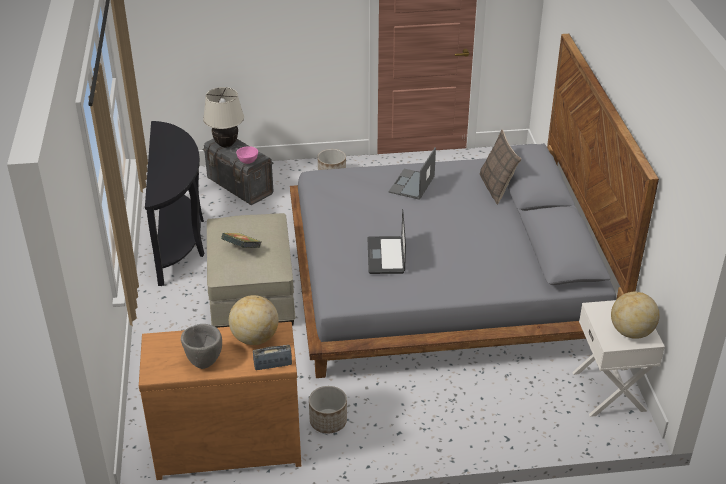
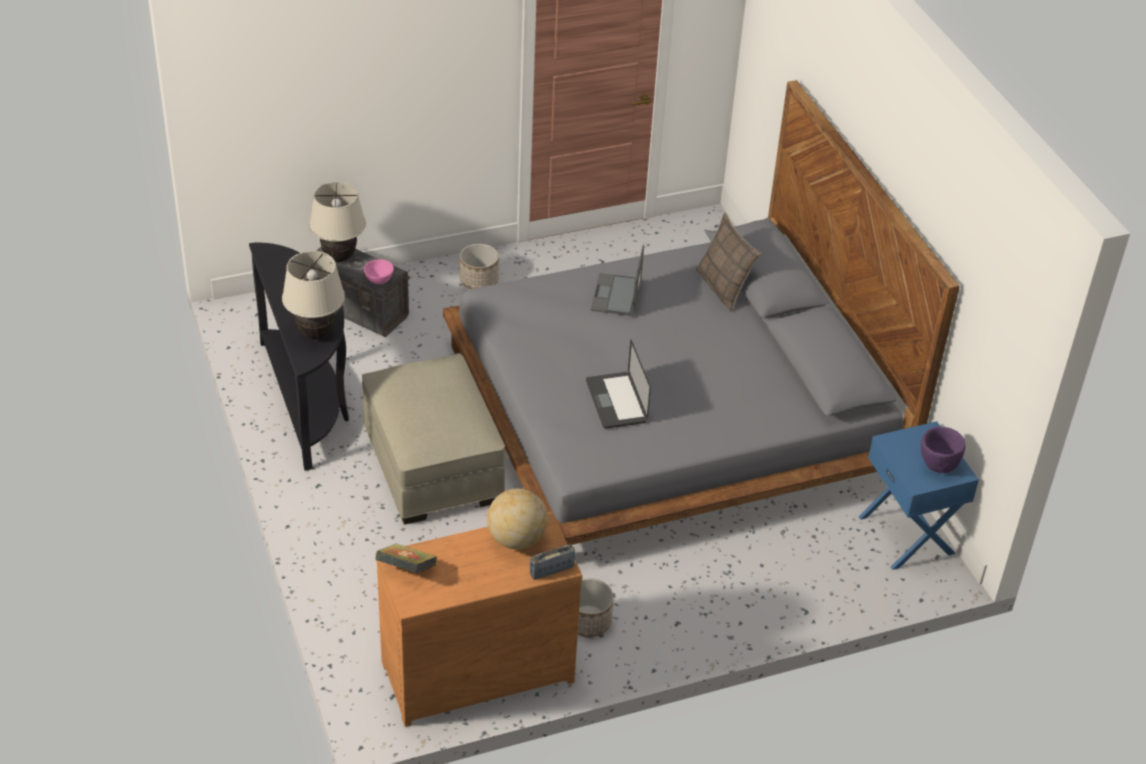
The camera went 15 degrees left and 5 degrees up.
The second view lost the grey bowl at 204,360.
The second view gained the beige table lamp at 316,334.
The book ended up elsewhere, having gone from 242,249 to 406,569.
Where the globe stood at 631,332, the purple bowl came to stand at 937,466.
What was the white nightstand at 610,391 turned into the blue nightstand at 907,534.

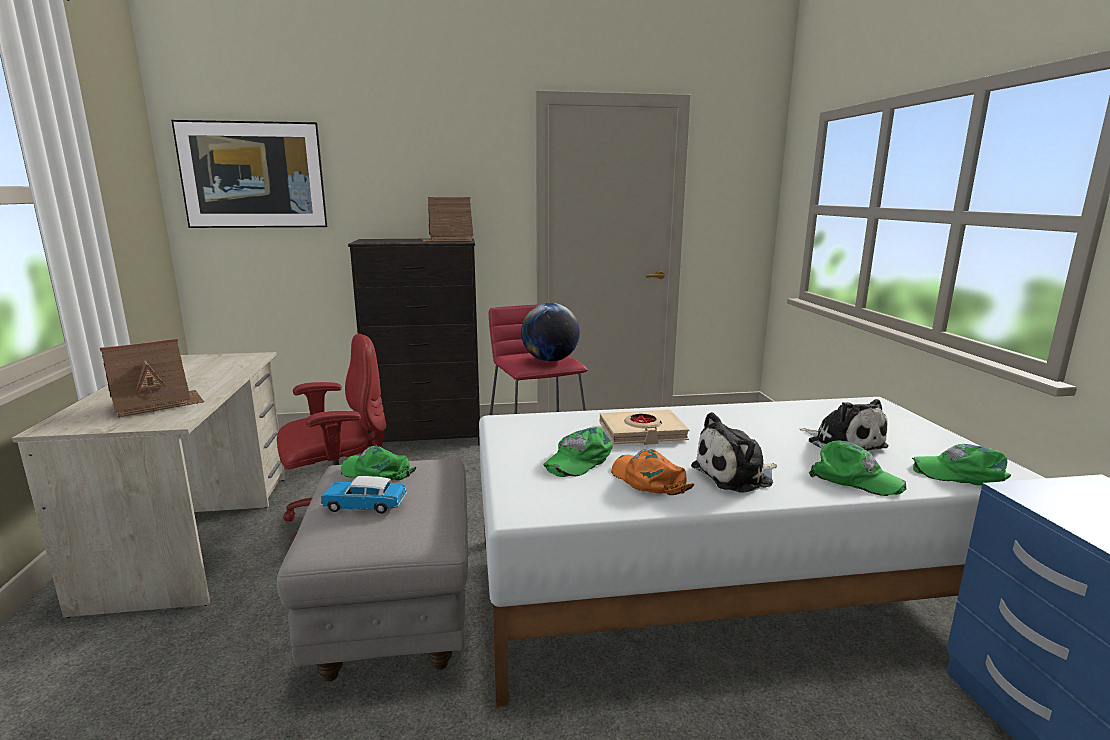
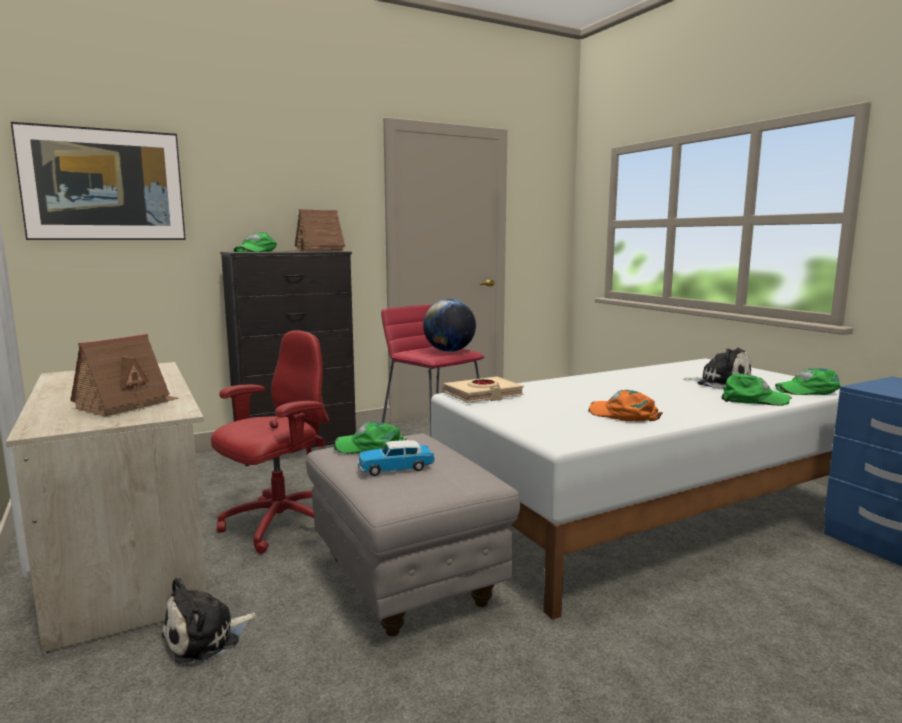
The camera went 20 degrees left and 5 degrees down.
The green cap ended up elsewhere, having gone from 577,460 to 255,251.
The beige book ended up elsewhere, having gone from 642,433 to 483,395.
The plush toy ended up elsewhere, having gone from 736,475 to 206,638.

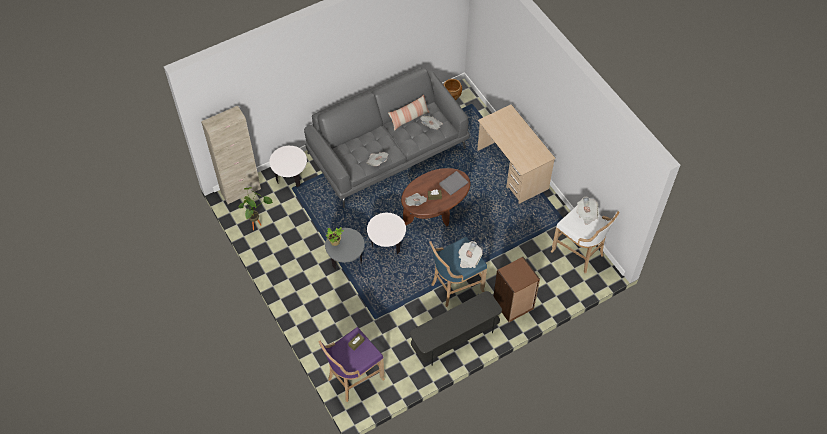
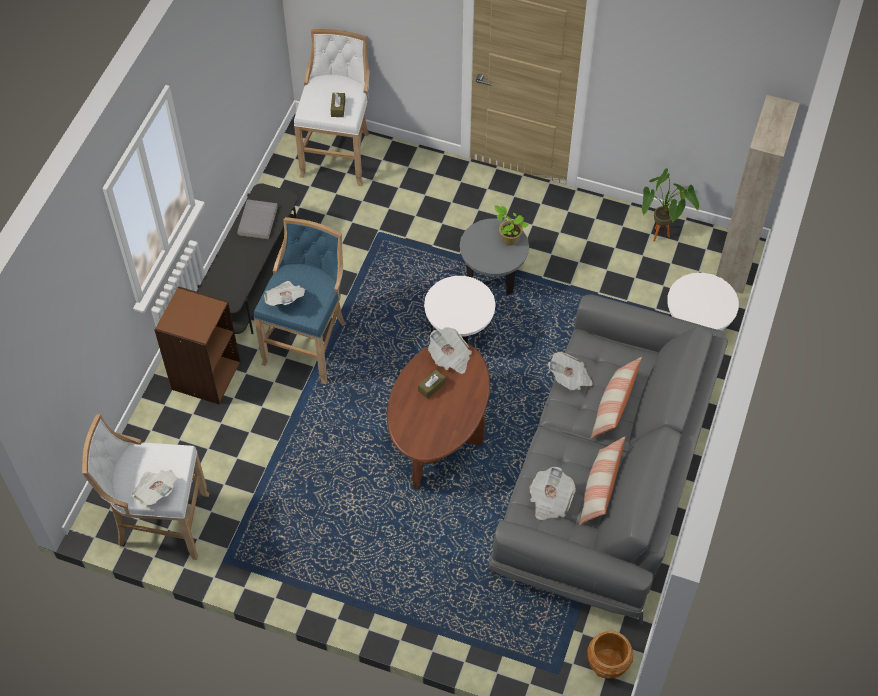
The camera went 140 degrees right and 0 degrees up.
The second view lost the beige desk at 512,169.
The second view gained the pillow at 613,407.
The grey book ended up elsewhere, having gone from 453,183 to 258,220.
What was the purple stool at 353,378 turned into the white stool at 339,153.

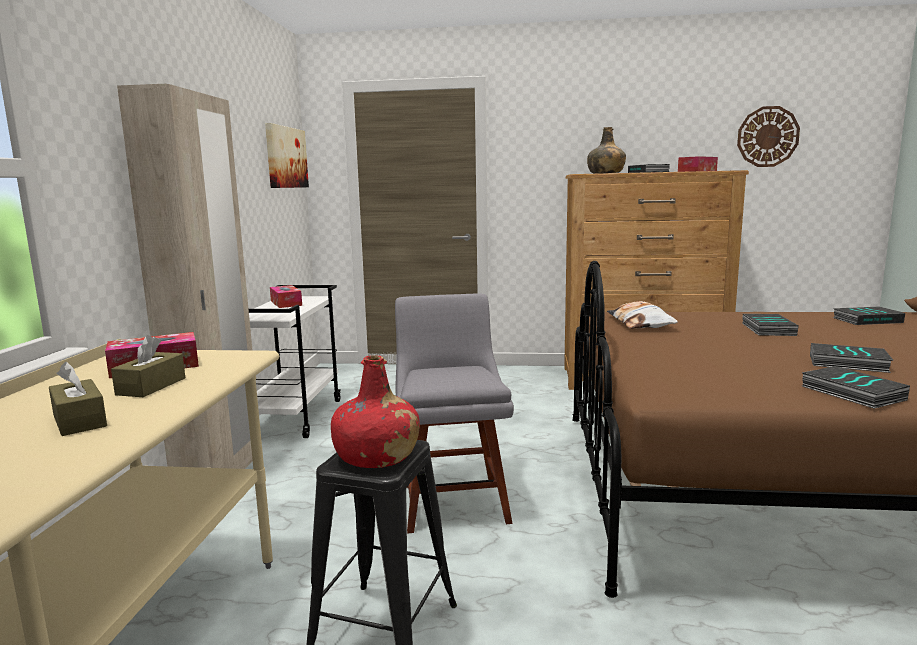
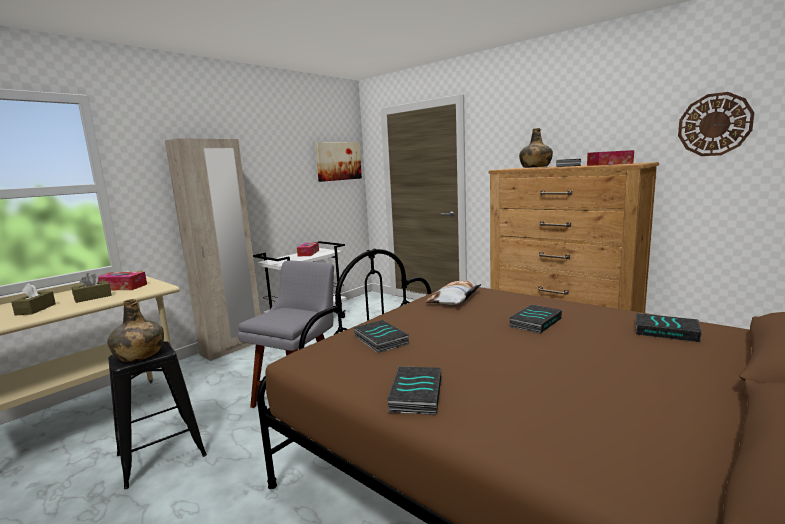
The camera went 35 degrees right and 0 degrees up.
The book ended up elsewhere, having gone from 847,363 to 379,340.
What was the red bottle at 376,456 turned into the green bottle at 139,355.

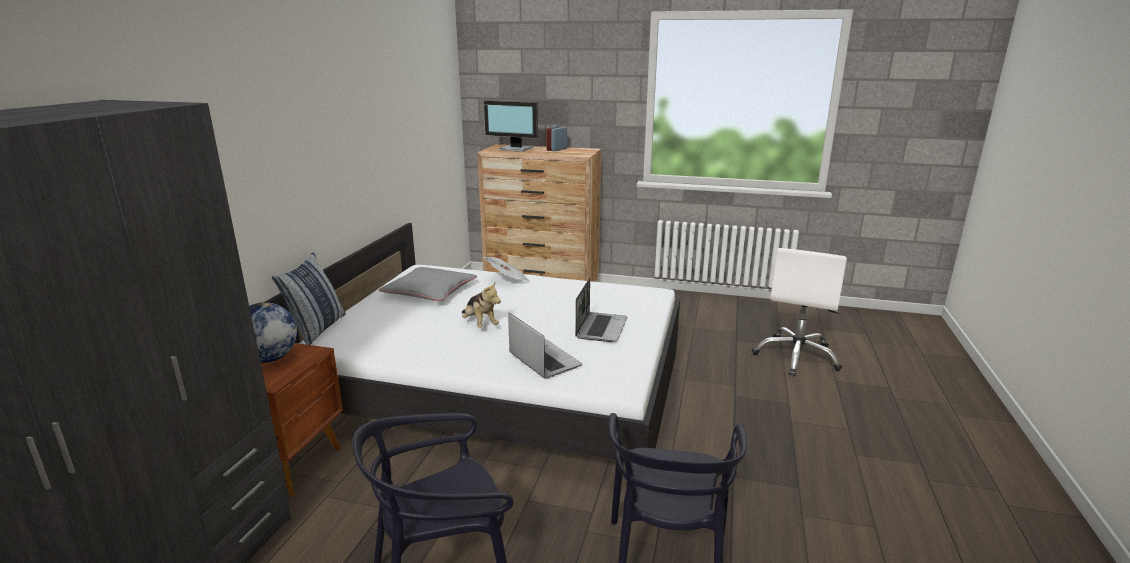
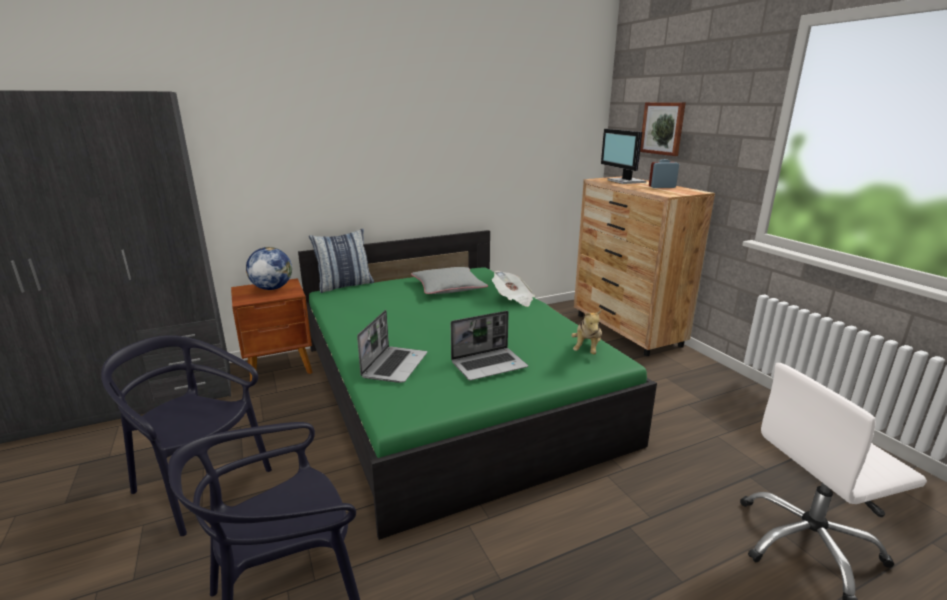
The camera went 50 degrees right and 0 degrees up.
The second view gained the picture at 663,128.
The plush toy ended up elsewhere, having gone from 480,324 to 587,349.
What was the white bed at 503,388 turned into the green bed at 451,391.

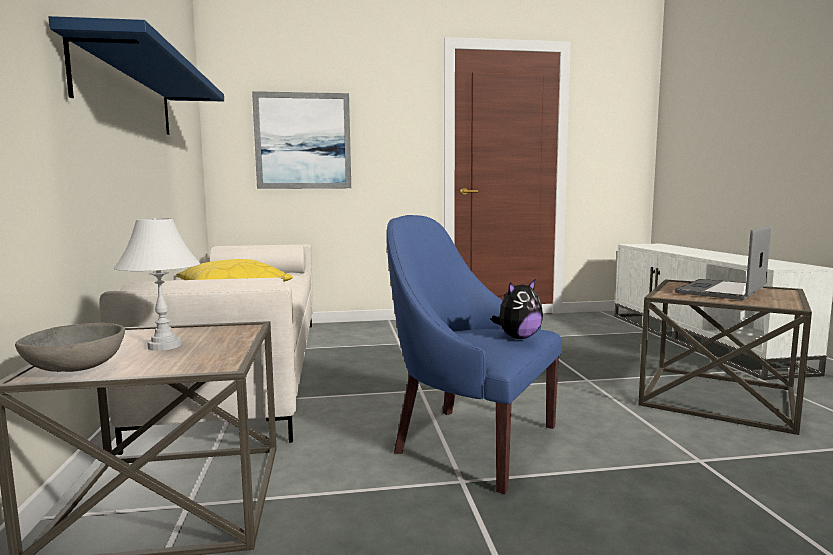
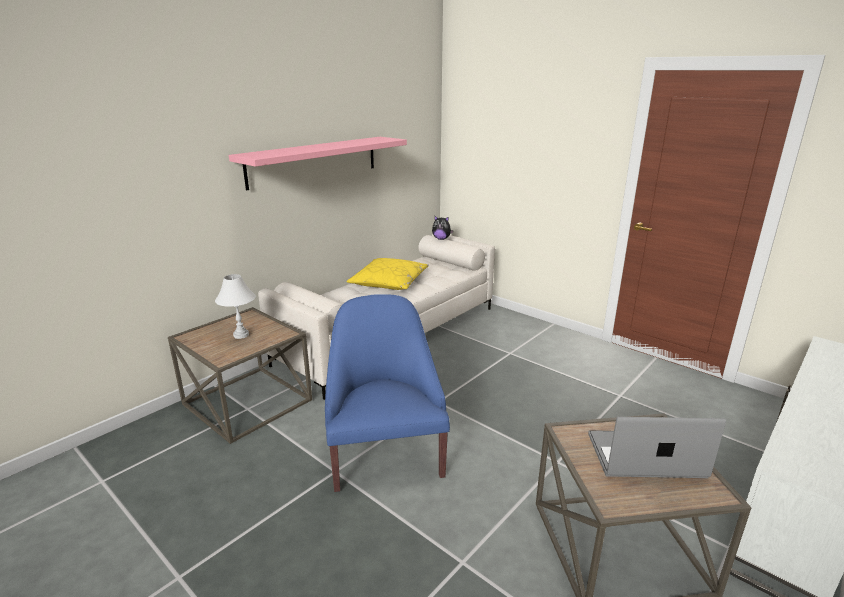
The camera went 50 degrees right and 15 degrees up.
The second view lost the grey bowl at 74,369.
The second view lost the picture at 303,141.
The plush toy ended up elsewhere, having gone from 518,337 to 441,239.
What was the blue shelf at 127,92 turned into the pink shelf at 314,161.

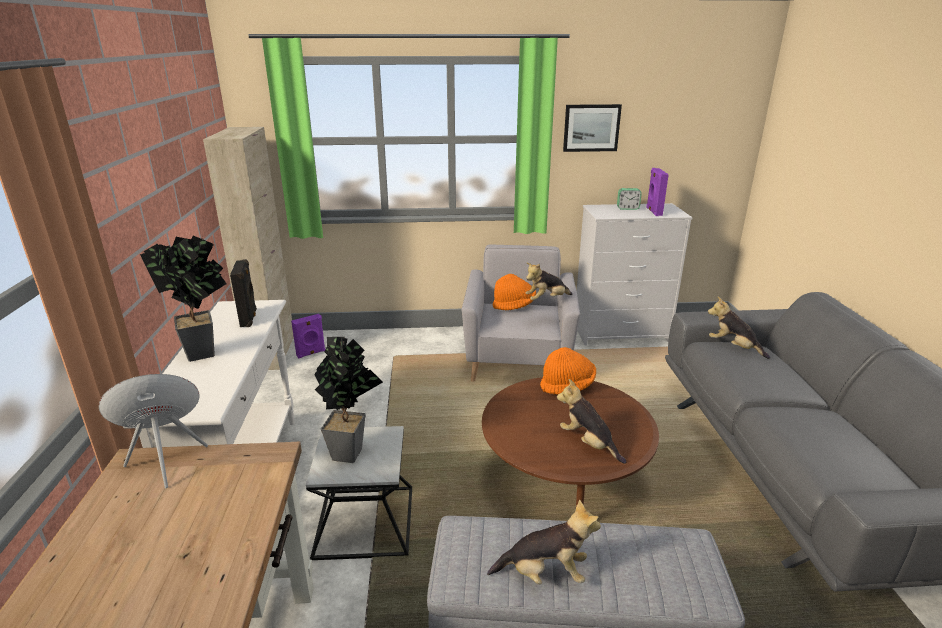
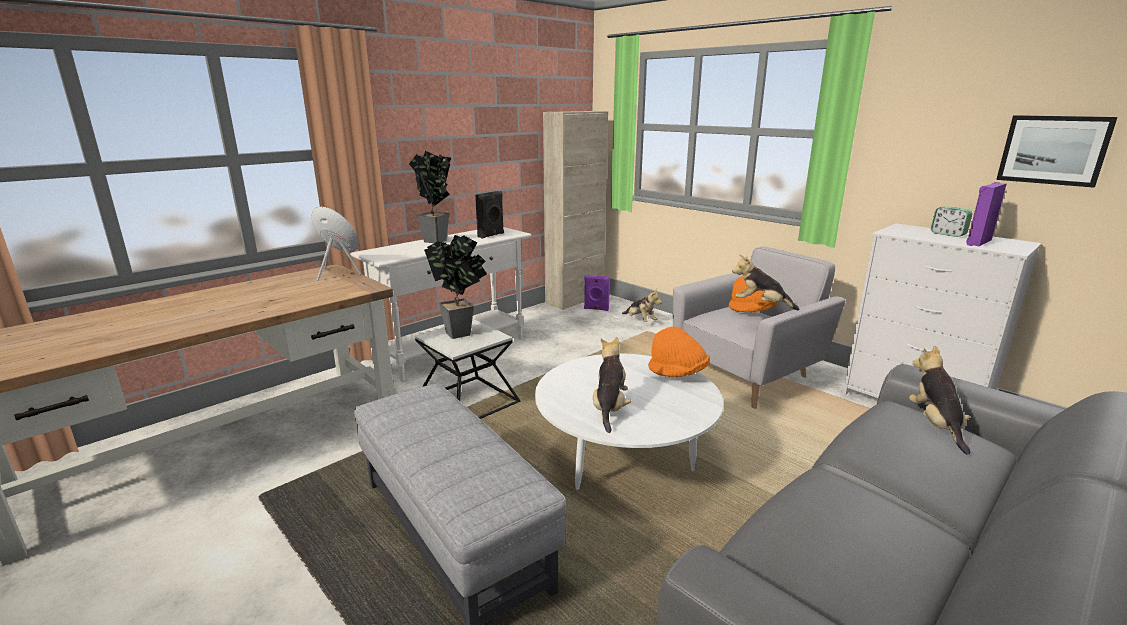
The camera went 50 degrees right and 5 degrees down.
The plush toy ended up elsewhere, having gone from 545,573 to 640,320.
The picture ended up elsewhere, having gone from 591,128 to 1053,150.
What was the brown coffee table at 563,481 turned into the white coffee table at 624,460.

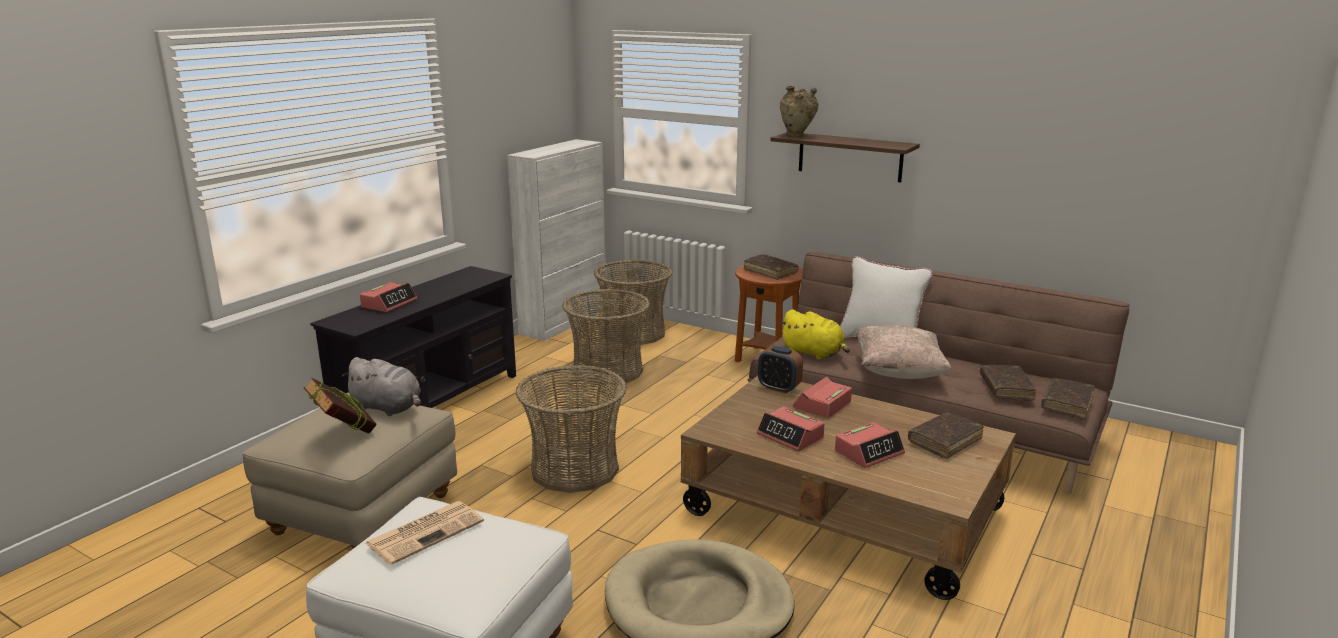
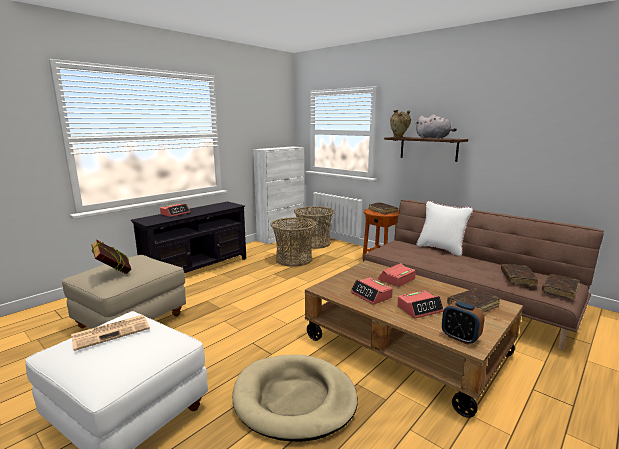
The camera went 10 degrees right and 5 degrees down.
The second view lost the basket at 575,469.
The second view lost the yellow plush toy at 814,353.
The second view lost the beige pillow at 898,372.
The grey plush toy ended up elsewhere, having gone from 388,408 to 434,138.
The alarm clock ended up elsewhere, having gone from 779,388 to 460,338.

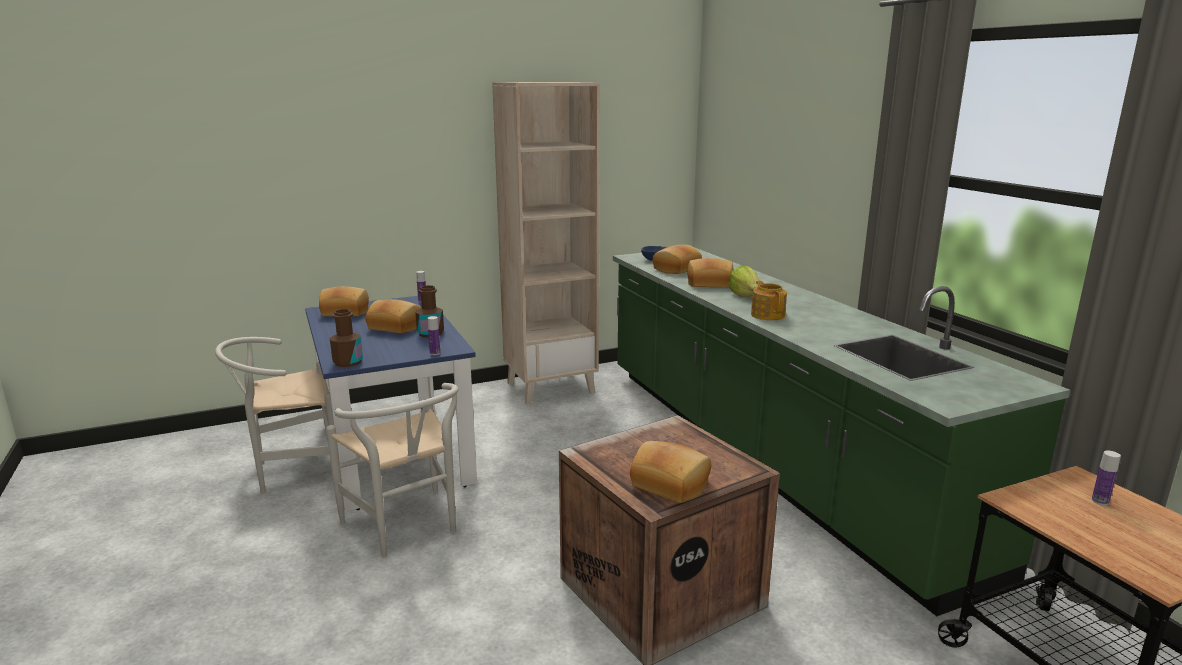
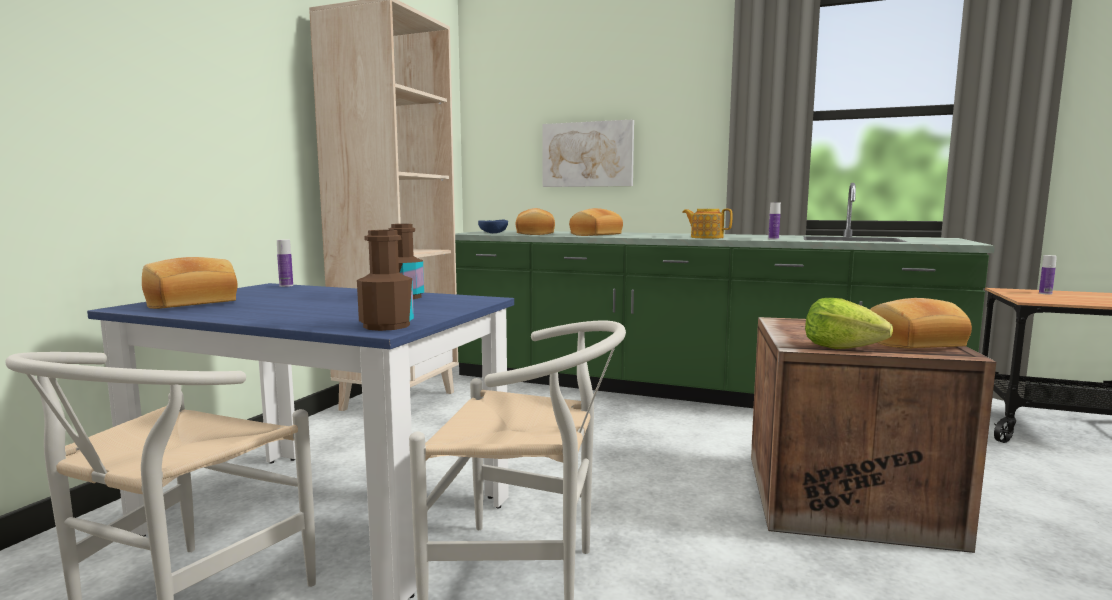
The camera went 45 degrees left and 10 degrees down.
The second view lost the bread at 396,327.
The second view gained the picture at 587,154.
The bottle ended up elsewhere, having gone from 435,353 to 773,239.
The lettuce ended up elsewhere, having gone from 745,296 to 841,347.

